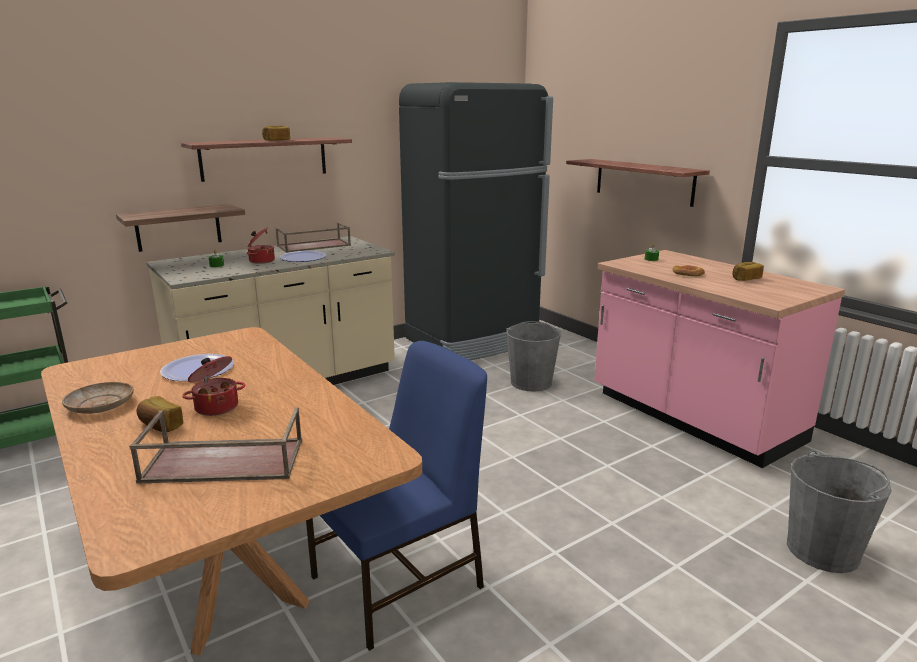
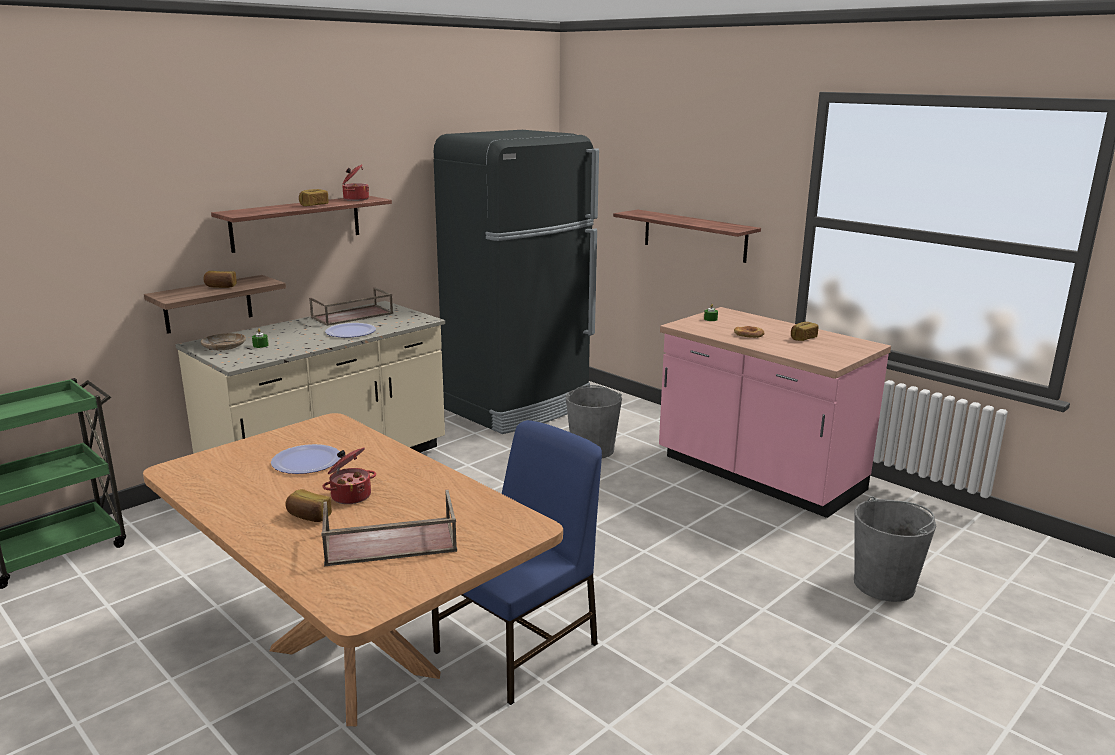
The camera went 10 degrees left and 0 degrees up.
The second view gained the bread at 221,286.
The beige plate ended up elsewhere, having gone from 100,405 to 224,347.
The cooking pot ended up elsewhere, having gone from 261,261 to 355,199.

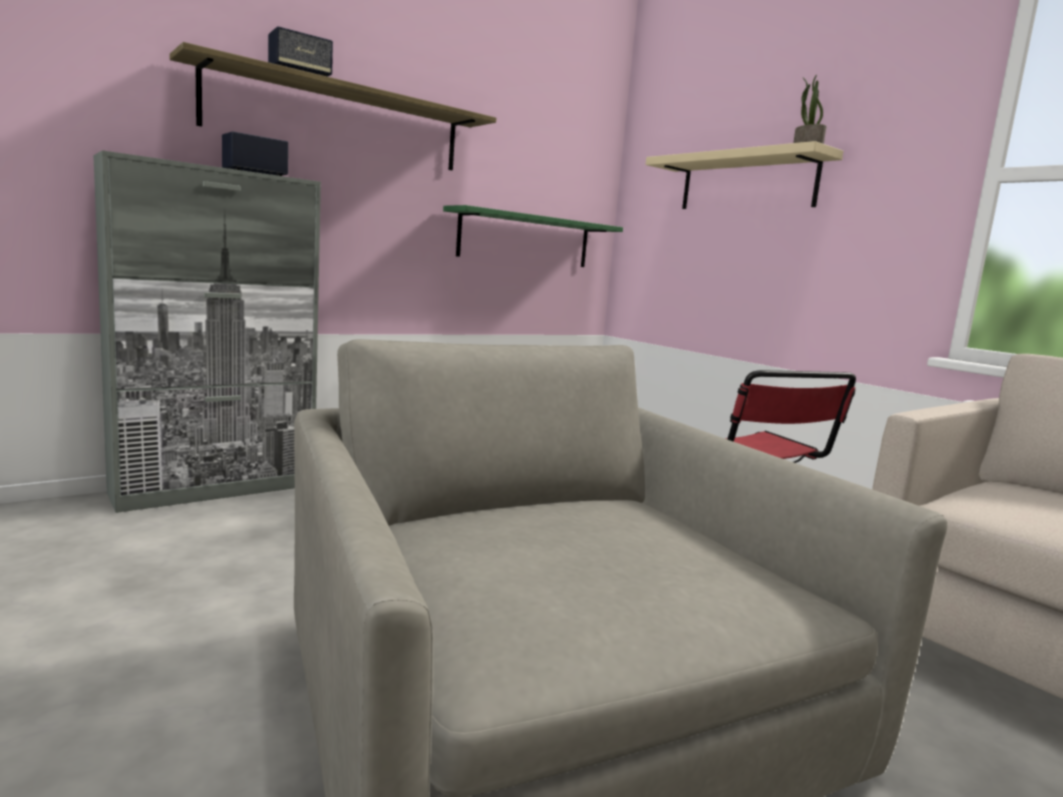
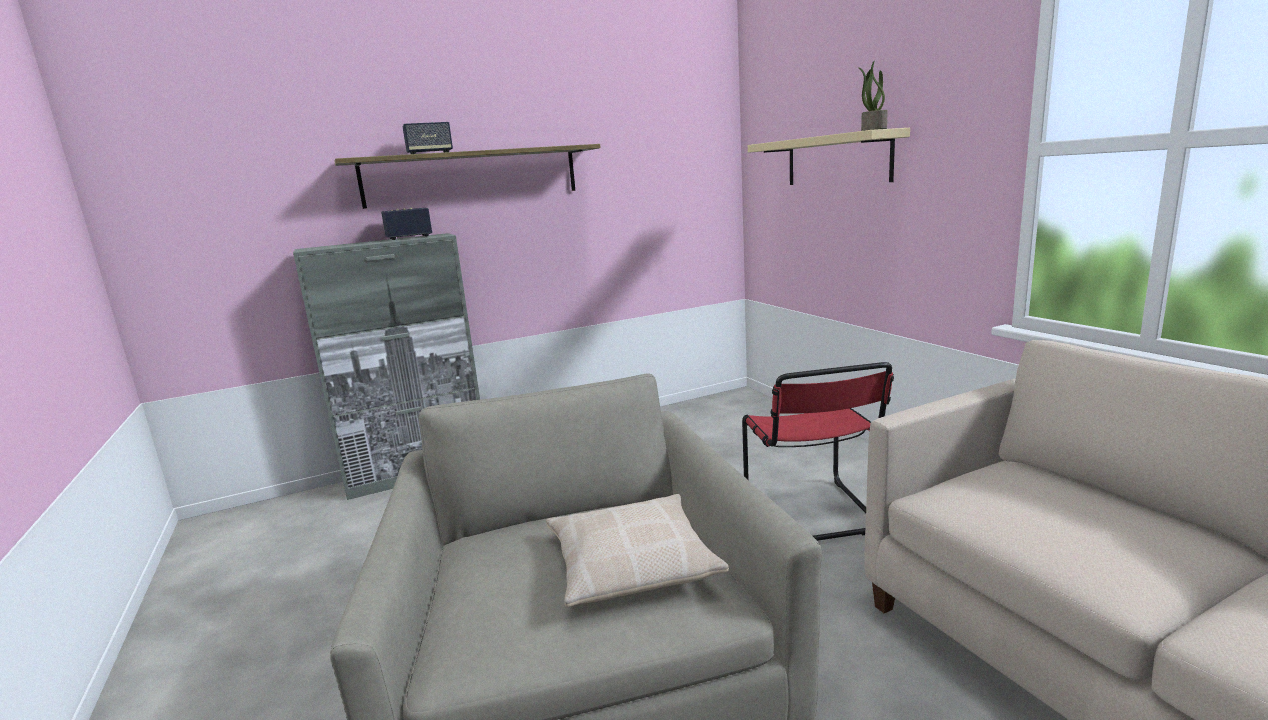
The camera went 15 degrees right and 5 degrees up.
The second view lost the green shelf at 525,239.
The second view gained the beige pillow at 631,563.

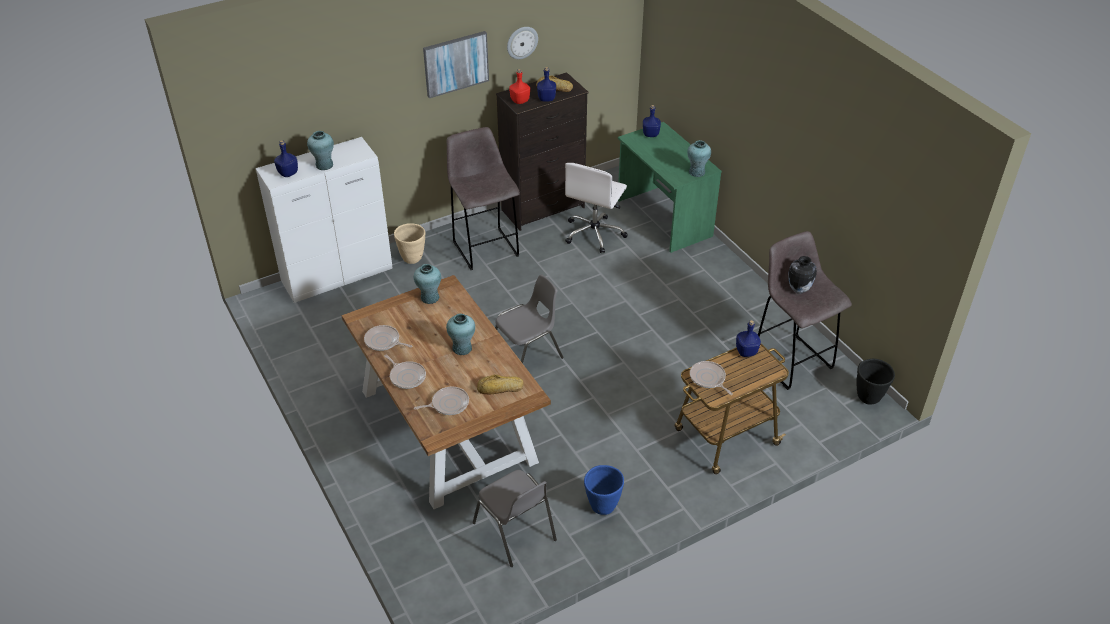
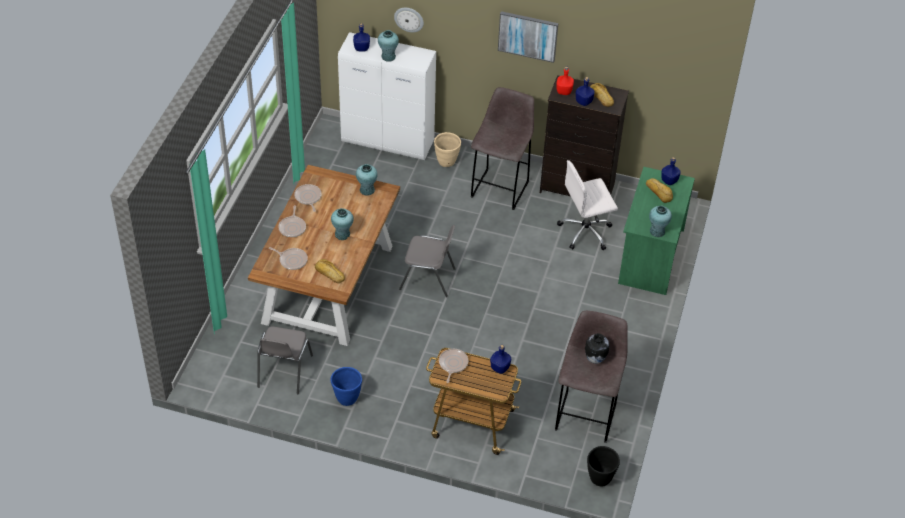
The camera went 45 degrees right and 5 degrees up.
The second view gained the bread at 659,192.
The wall clock ended up elsewhere, having gone from 522,42 to 409,19.

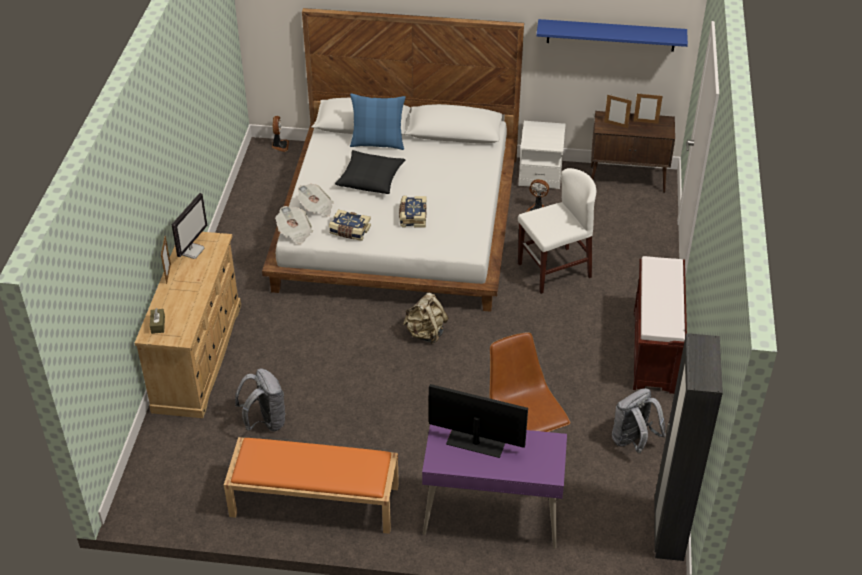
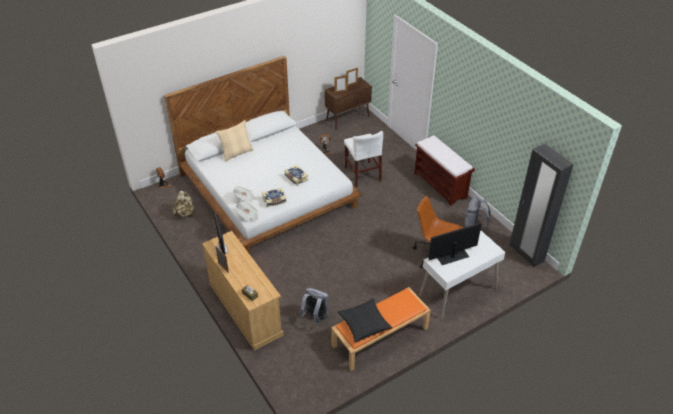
The camera went 40 degrees left and 0 degrees up.
The second view lost the white nightstand at 540,174.
The second view lost the blue shelf at 611,35.
The black pillow ended up elsewhere, having gone from 370,178 to 364,323.
The beige backpack ended up elsewhere, having gone from 425,333 to 185,214.
What was the blue pillow at 378,143 turned into the beige pillow at 236,153.
What was the purple desk at 492,515 turned into the white desk at 458,292.
The white chair at 554,270 ended up facing another way, 135 degrees clockwise from before.

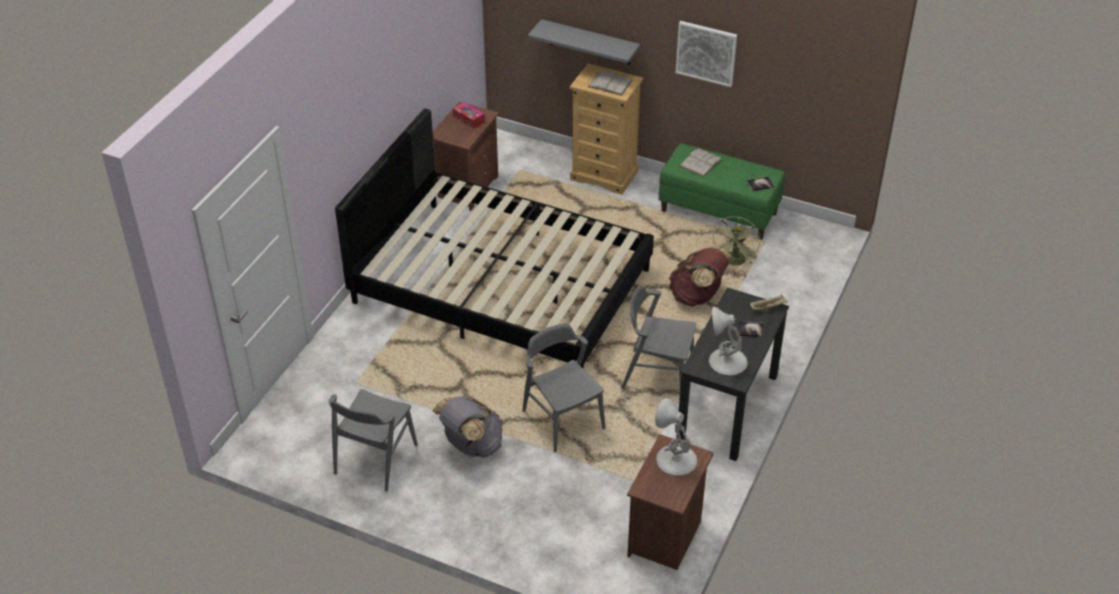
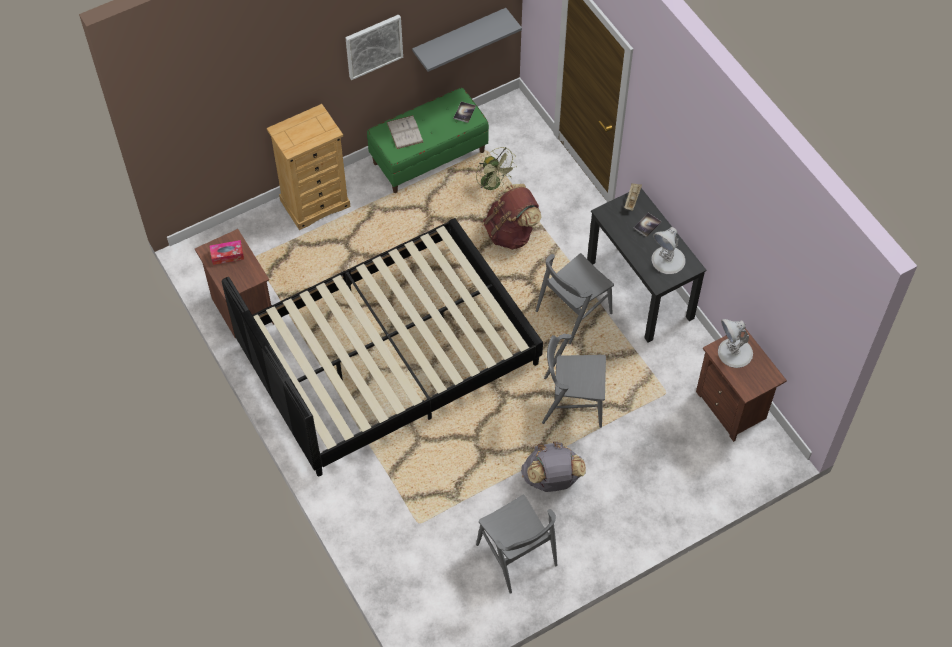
The camera went 55 degrees left and 15 degrees up.
The second view lost the white book at 610,83.
The grey shelf ended up elsewhere, having gone from 590,42 to 459,37.

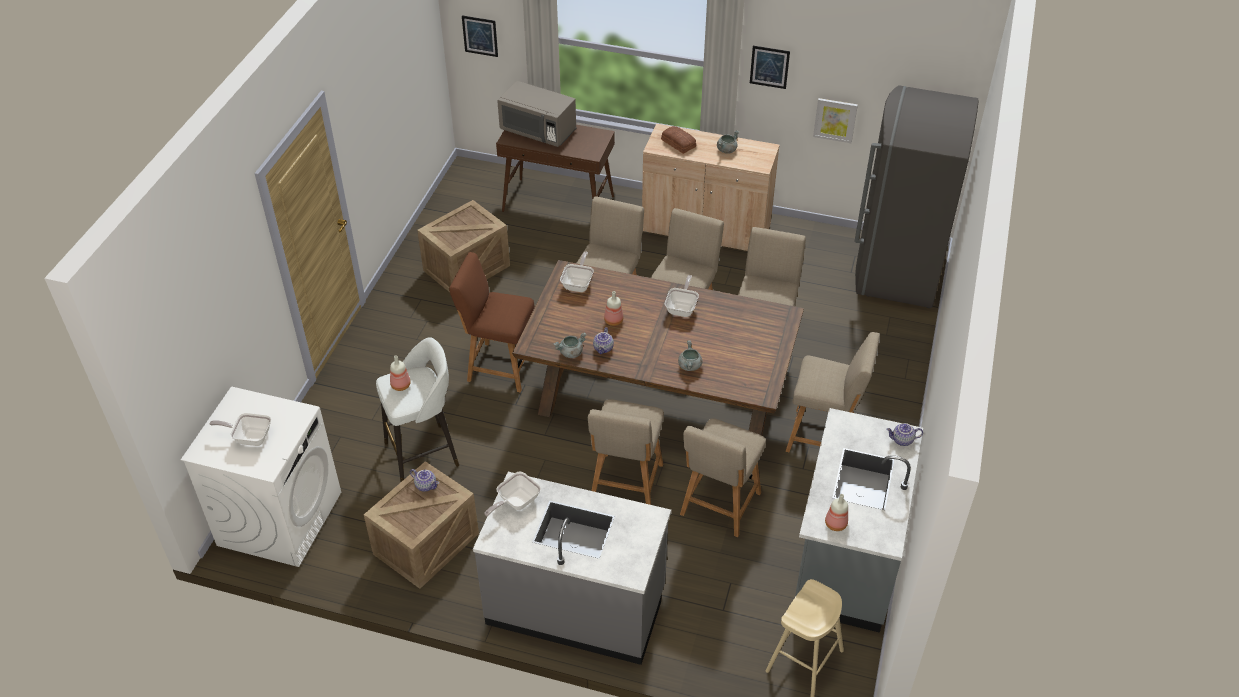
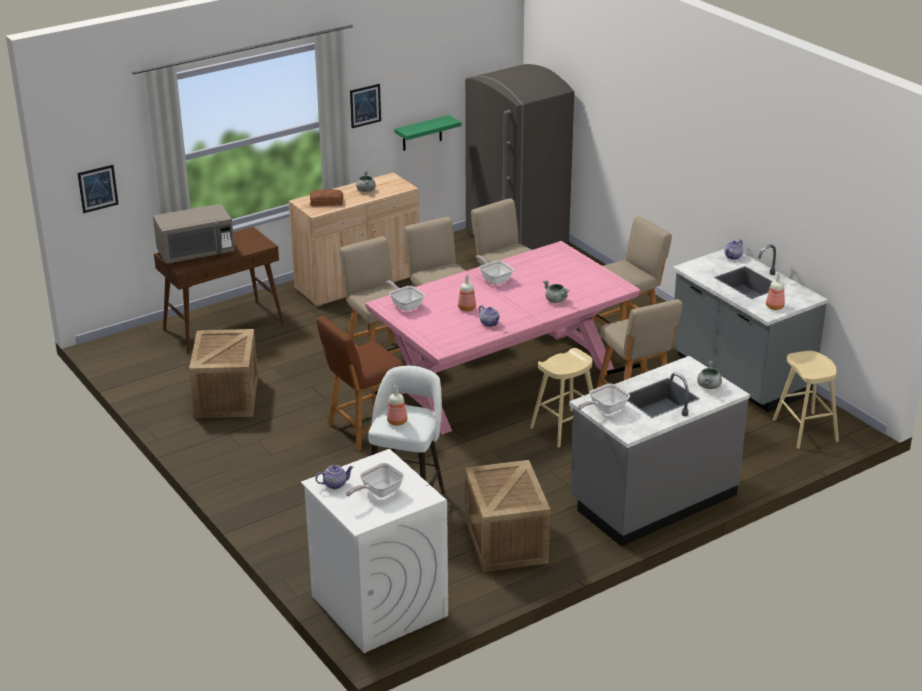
The camera went 50 degrees left and 15 degrees down.
The teapot ended up elsewhere, having gone from 426,485 to 335,484.
The grey cooking pot ended up elsewhere, having gone from 571,353 to 709,386.
Where the beige chair stood at 626,484, the beige stool came to stand at 565,428.
Where the picture hung at 835,120, the green shelf came to hang at 422,133.
What was the brown dining table at 659,401 turned into the pink dining table at 503,379.
The frying pan at 515,502 ended up facing another way, 60 degrees clockwise from before.

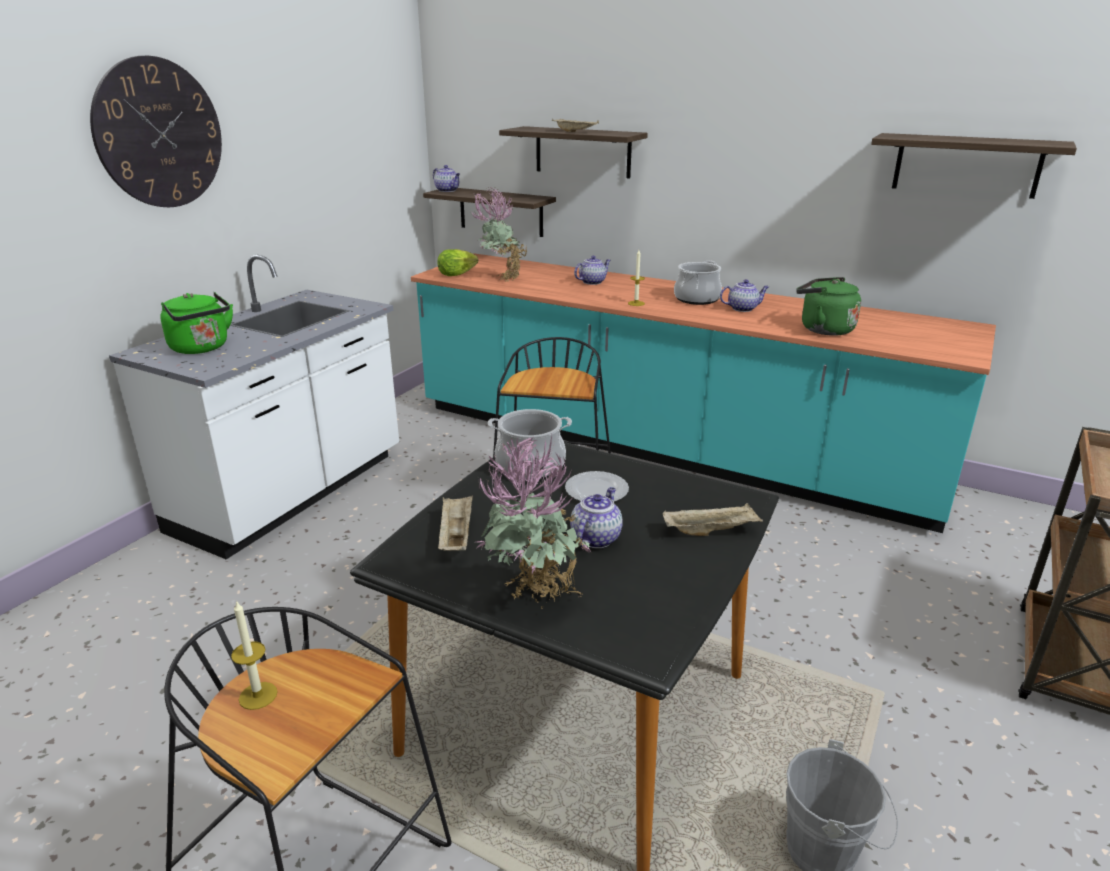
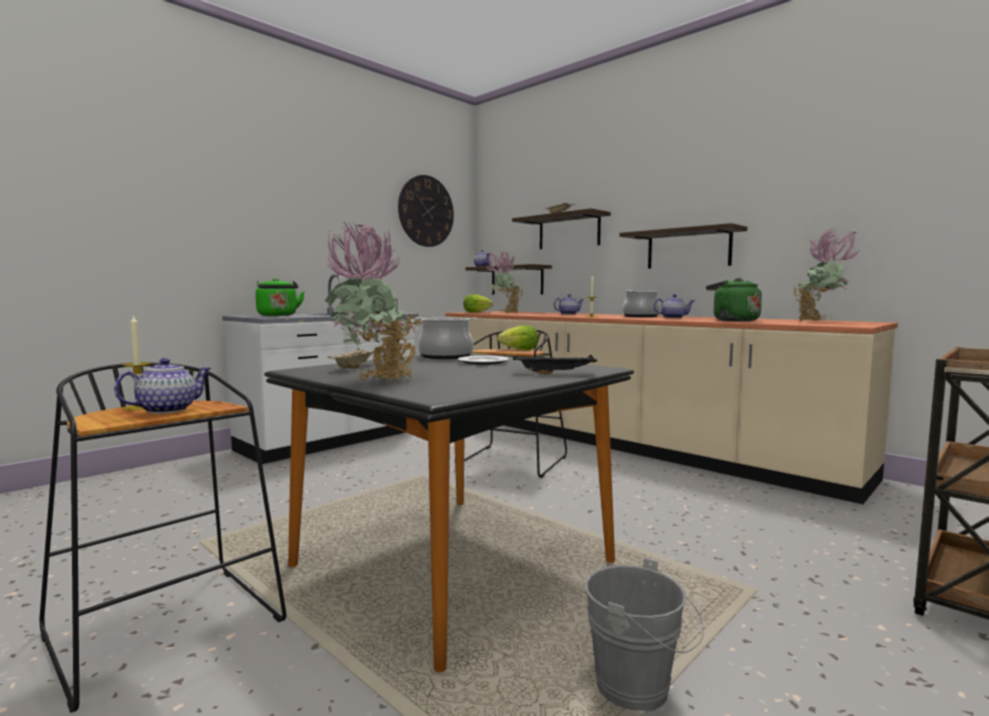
The camera went 15 degrees right and 20 degrees down.
The second view gained the lettuce at 520,350.
The second view gained the potted plant at 820,322.
The wall clock ended up elsewhere, having gone from 159,133 to 426,211.
The teapot ended up elsewhere, having gone from 595,538 to 168,409.
The shelf ended up elsewhere, having gone from 966,165 to 688,249.
What was the turquoise counter at 664,447 turned into the beige counter at 621,442.
What was the beige tray at 711,531 turned into the black tray at 556,373.

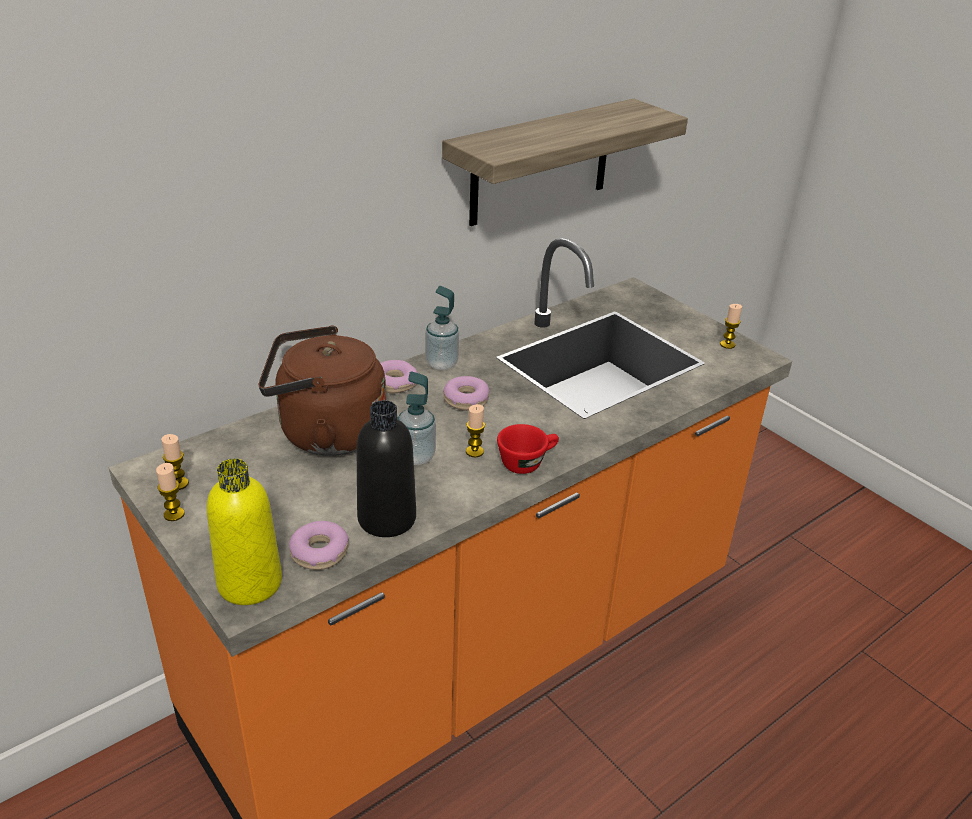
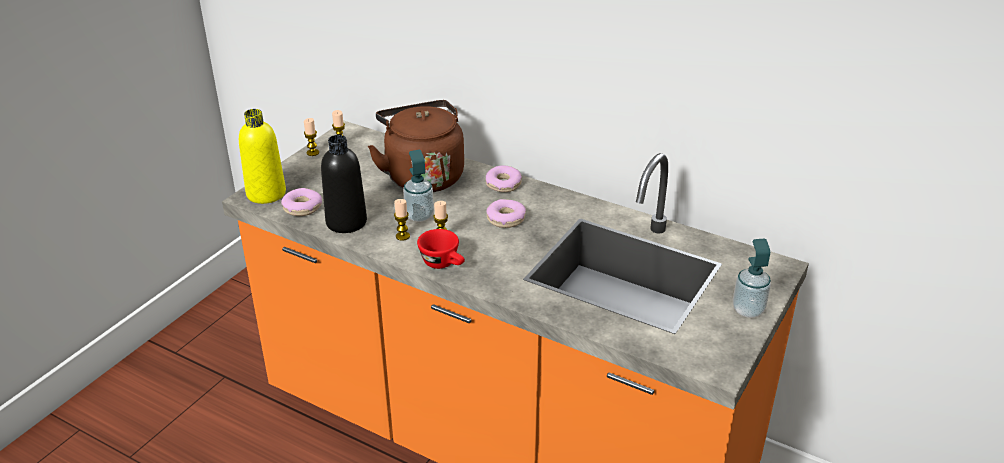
The camera went 70 degrees right and 0 degrees up.
The second view lost the shelf at 541,162.
The soap dispenser ended up elsewhere, having gone from 441,364 to 748,310.
The candle ended up elsewhere, having gone from 727,344 to 402,236.

